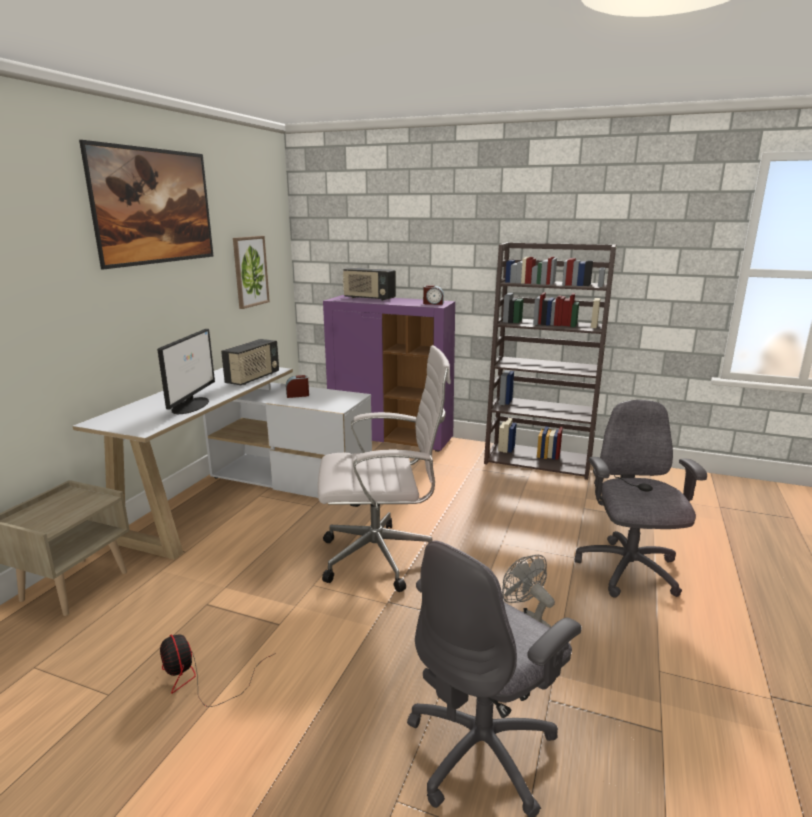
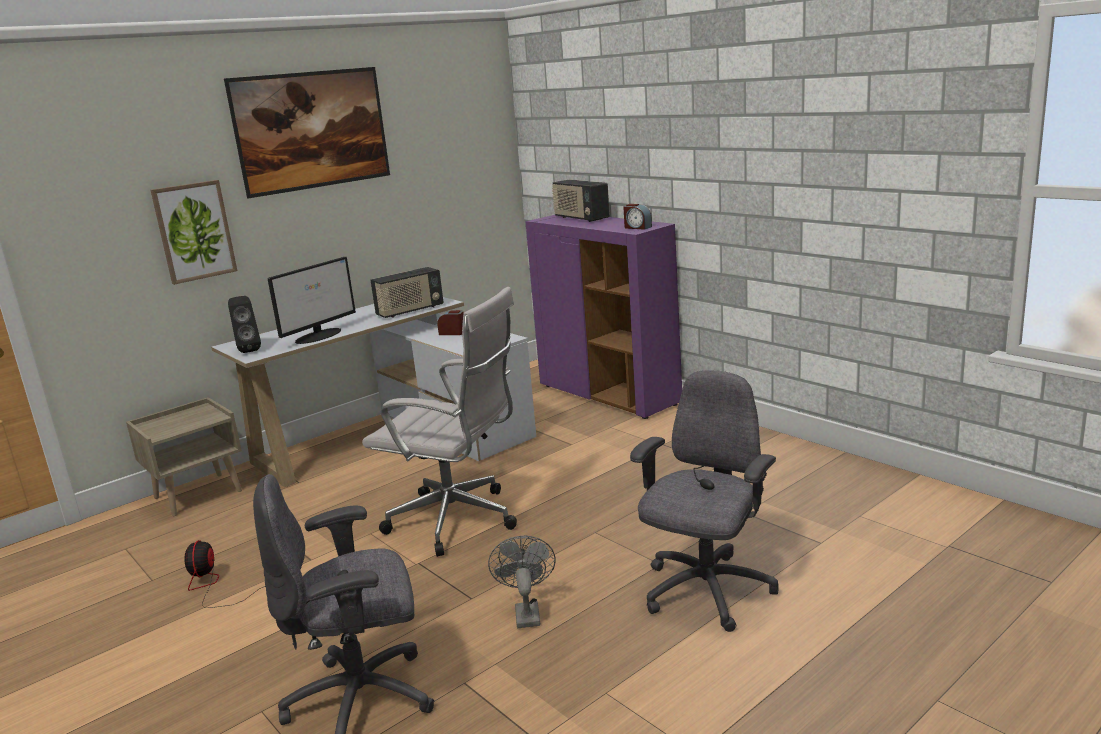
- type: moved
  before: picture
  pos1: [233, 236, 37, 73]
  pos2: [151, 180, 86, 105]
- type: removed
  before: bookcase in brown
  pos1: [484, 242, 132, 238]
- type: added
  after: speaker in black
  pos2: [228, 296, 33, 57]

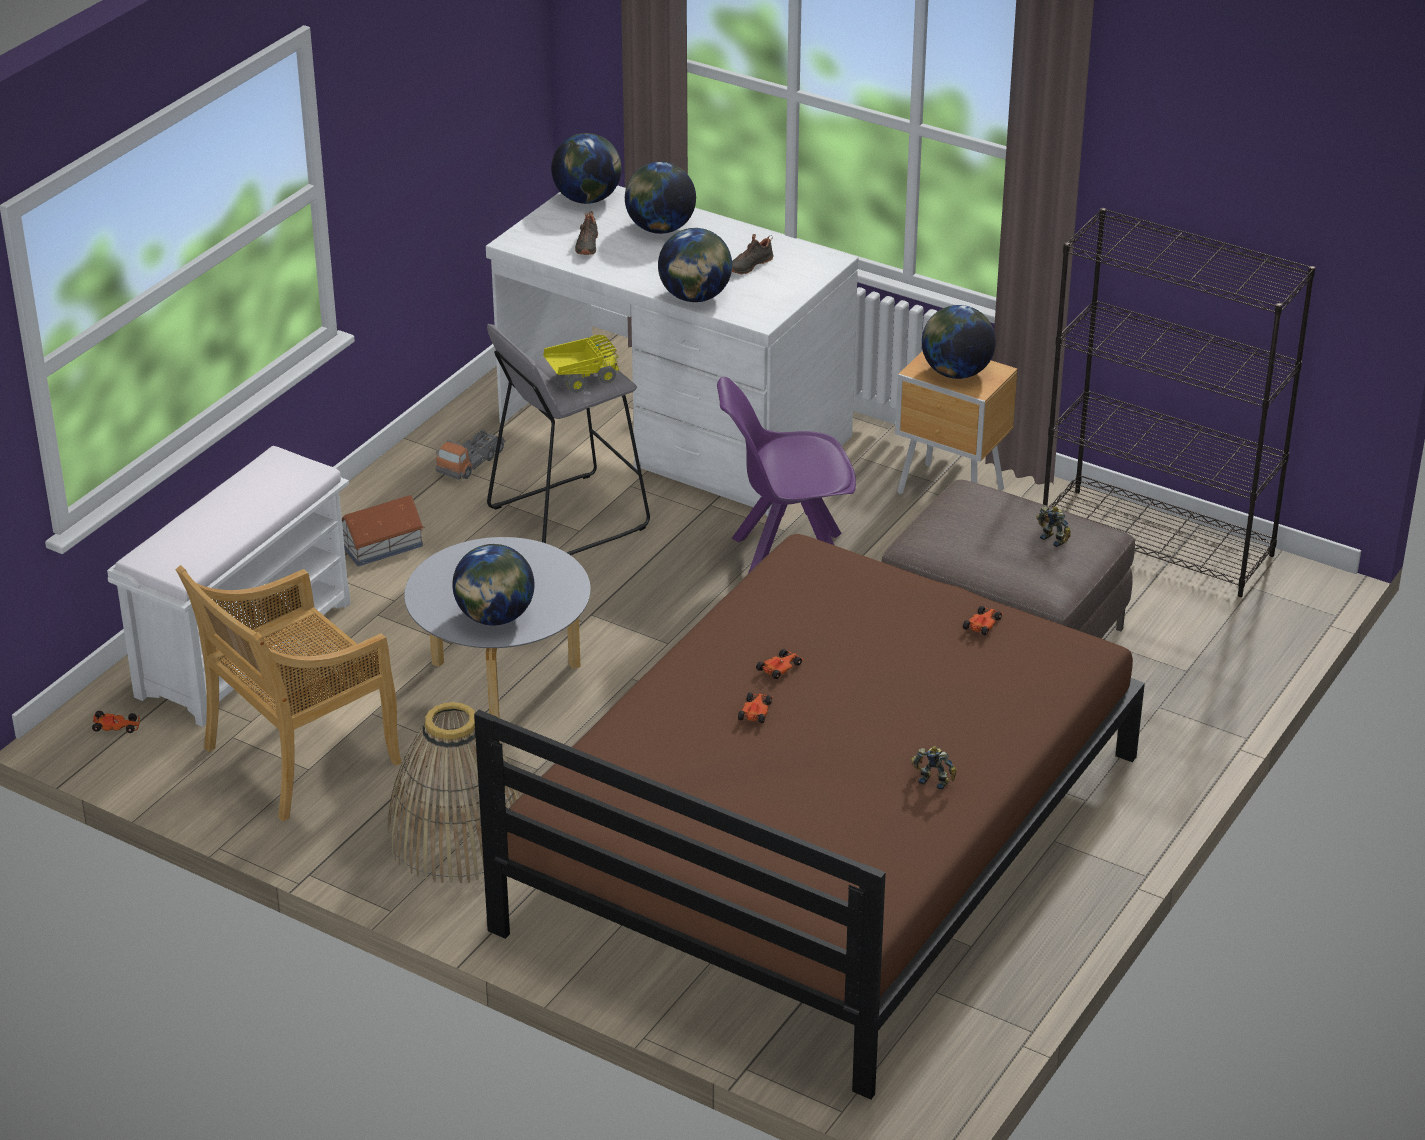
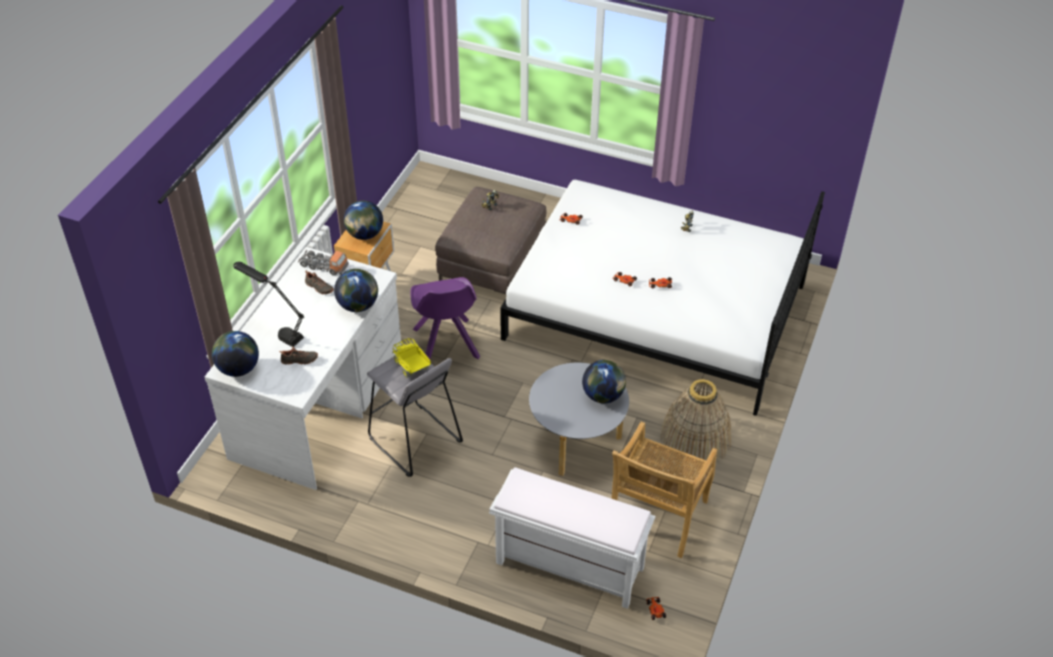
- type: replaced
  before: globe
  after: table lamp in black
  pos1: [625, 162, 71, 72]
  pos2: [233, 262, 71, 85]
- type: removed
  before: bookcase in black
  pos1: [1043, 208, 272, 389]
- type: moved
  before: toy truck
  pos1: [435, 430, 71, 50]
  pos2: [298, 250, 51, 26]
- type: removed
  before: toy house
  pos1: [342, 495, 82, 71]
- type: recoloured
  before: bed in brown
  after: bed in white
  pos1: [474, 534, 671, 566]
  pos2: [500, 180, 325, 236]
- type: turned
  before: chair in beige
  pos1: [176, 565, 226, 256]
  pos2: [611, 422, 106, 136]
  turn: 75

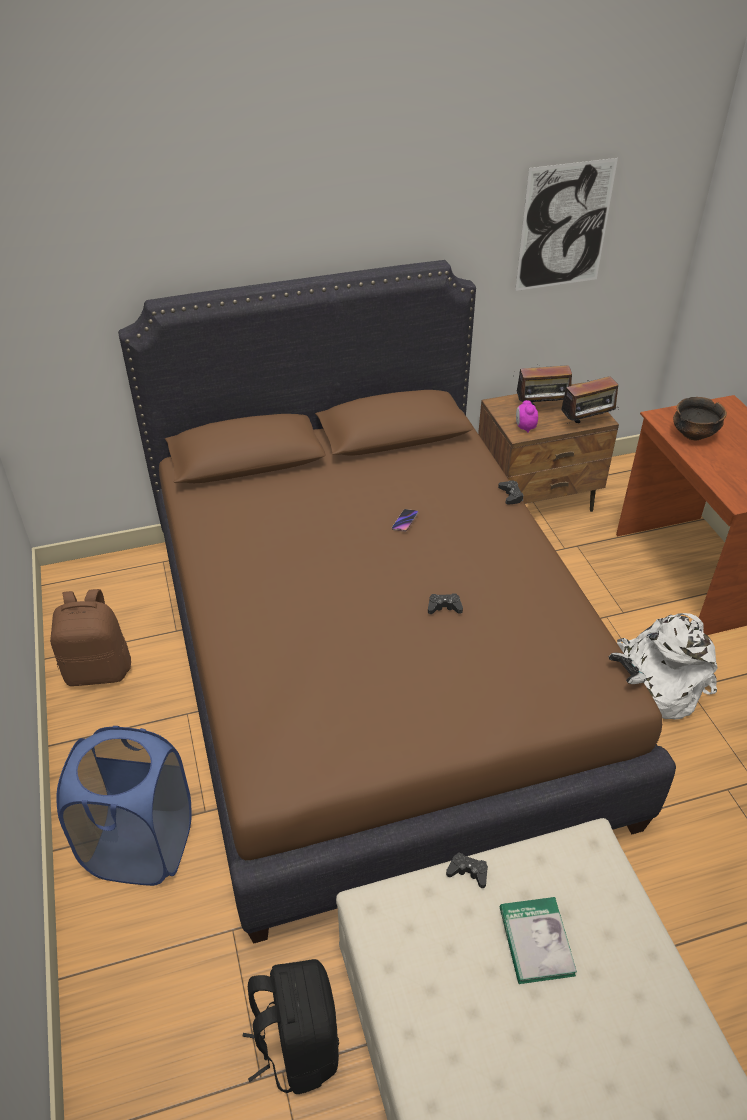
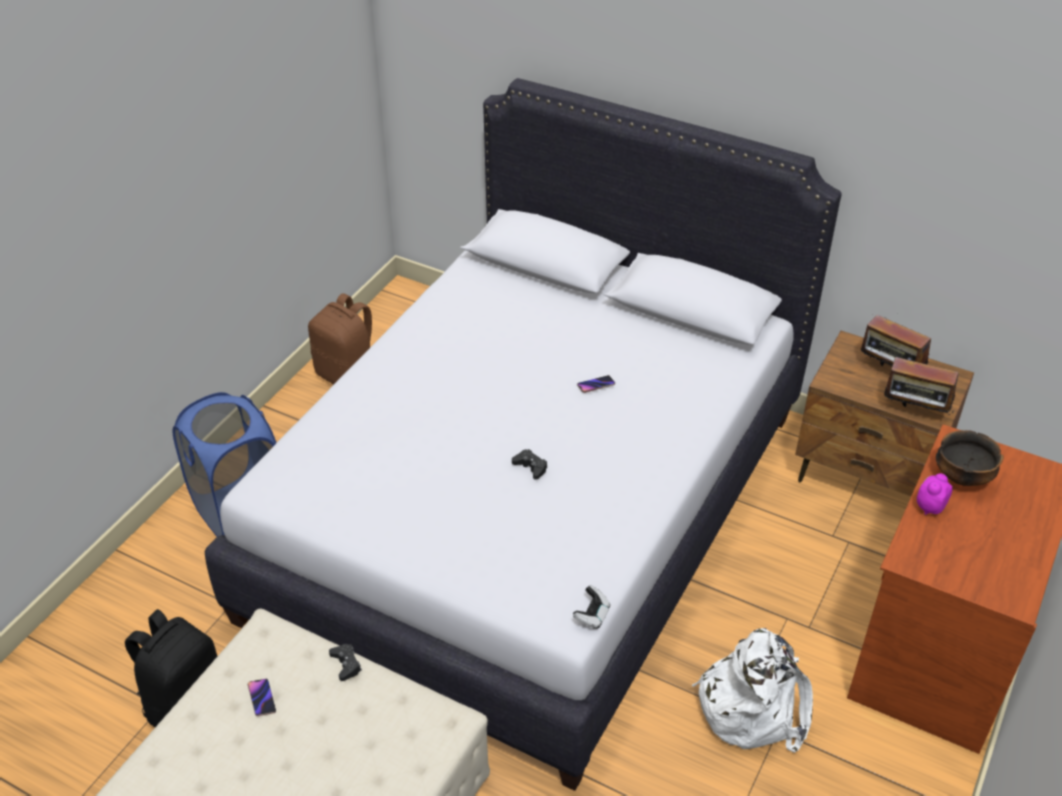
- type: removed
  before: picture
  pos1: [515, 158, 103, 133]
- type: recoloured
  before: bed in brown
  after: bed in white
  pos1: [118, 260, 558, 684]
  pos2: [205, 78, 637, 713]
- type: moved
  before: alarm clock
  pos1: [516, 400, 22, 33]
  pos2: [917, 473, 36, 42]
- type: removed
  before: game controller in black
  pos1: [498, 480, 26, 25]
- type: removed
  before: book
  pos1: [499, 897, 78, 87]
- type: added
  after: phone
  pos2: [248, 679, 28, 37]

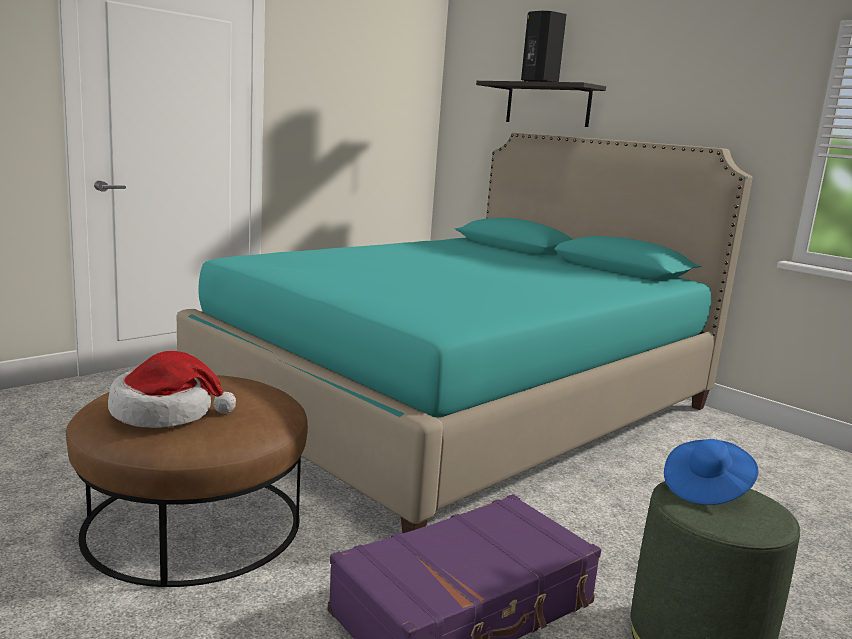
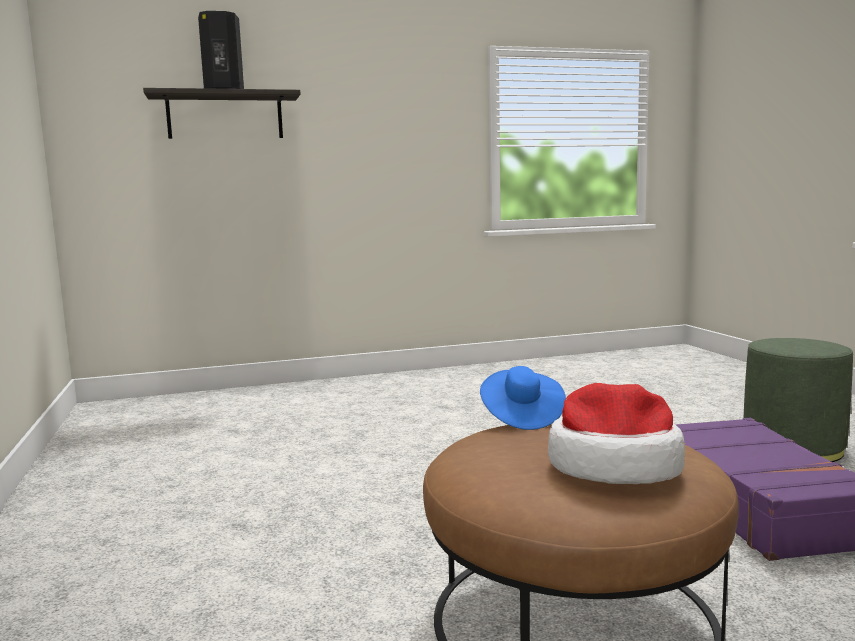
- type: removed
  before: bed in turquoise
  pos1: [177, 132, 575, 402]
- type: moved
  before: hat in blue
  pos1: [664, 439, 95, 66]
  pos2: [480, 366, 86, 64]

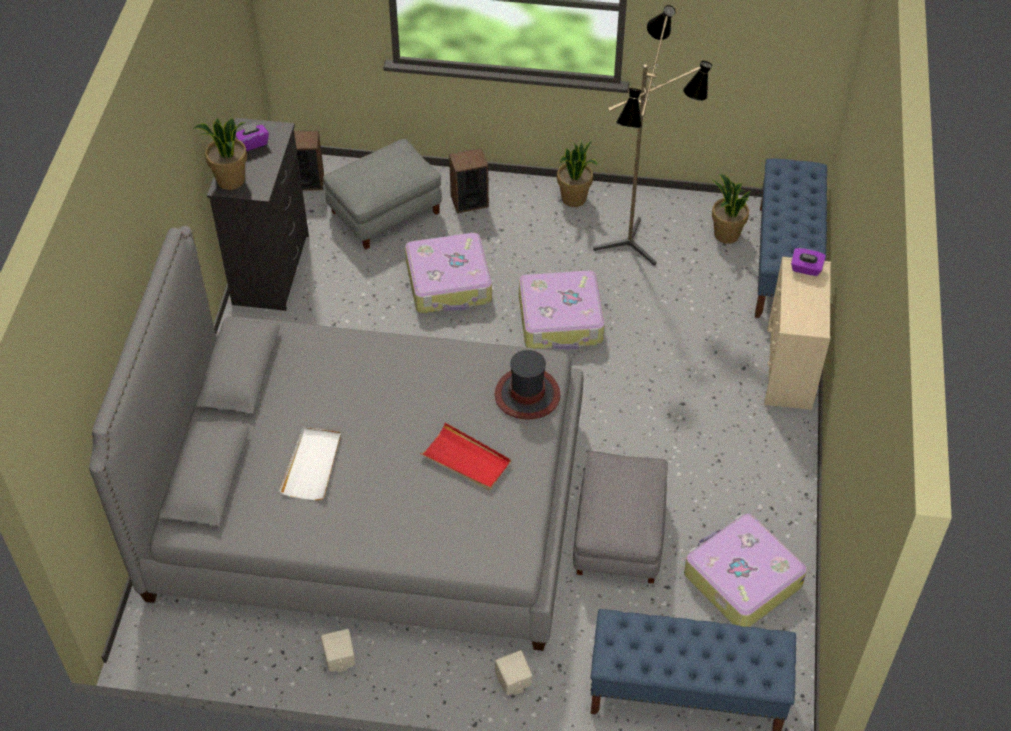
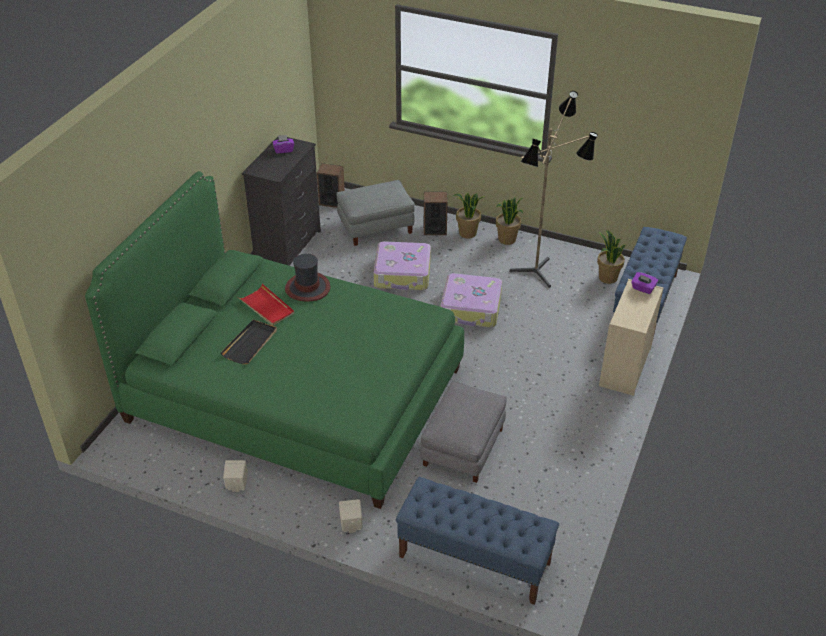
- type: moved
  before: potted plant
  pos1: [193, 117, 54, 73]
  pos2: [453, 192, 30, 47]
- type: recoloured
  before: bed in grey
  after: bed in green
  pos1: [89, 226, 494, 425]
  pos2: [85, 171, 379, 338]
- type: moved
  before: hat
  pos1: [495, 350, 65, 69]
  pos2: [285, 254, 45, 48]
- type: moved
  before: tray in red
  pos1: [420, 422, 91, 68]
  pos2: [238, 284, 57, 42]
- type: recoloured
  before: tray in white
  after: tray in black
  pos1: [279, 427, 62, 73]
  pos2: [221, 320, 56, 44]
- type: removed
  before: suitcase
  pos1: [684, 514, 123, 113]

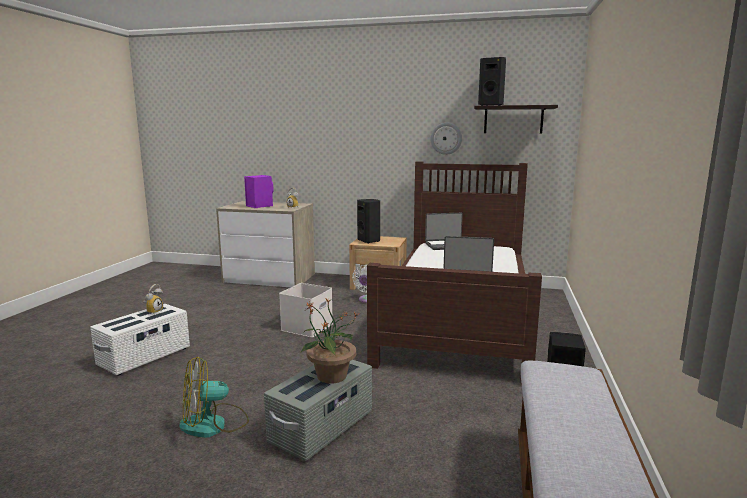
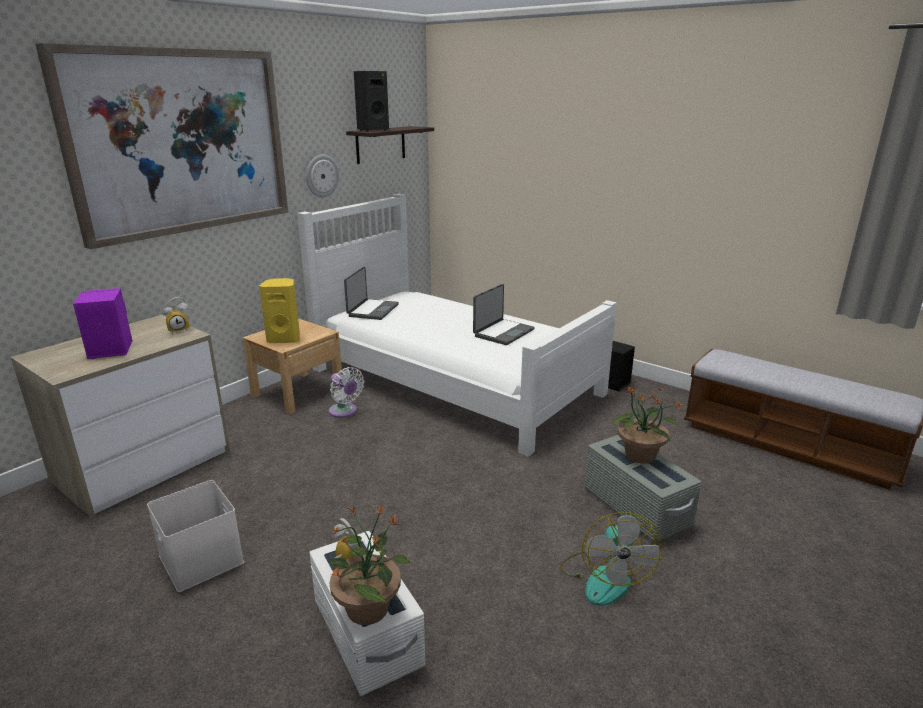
- type: recoloured
  before: bed in brown
  after: bed in white
  pos1: [367, 162, 175, 223]
  pos2: [297, 194, 320, 263]
- type: recoloured
  before: speaker in black
  after: speaker in yellow
  pos1: [357, 199, 23, 44]
  pos2: [259, 278, 41, 65]
- type: moved
  before: storage box in white
  pos1: [279, 283, 54, 54]
  pos2: [147, 480, 97, 112]
- type: added
  after: picture
  pos2: [35, 43, 253, 206]
- type: added
  after: potted plant
  pos2: [330, 505, 81, 120]

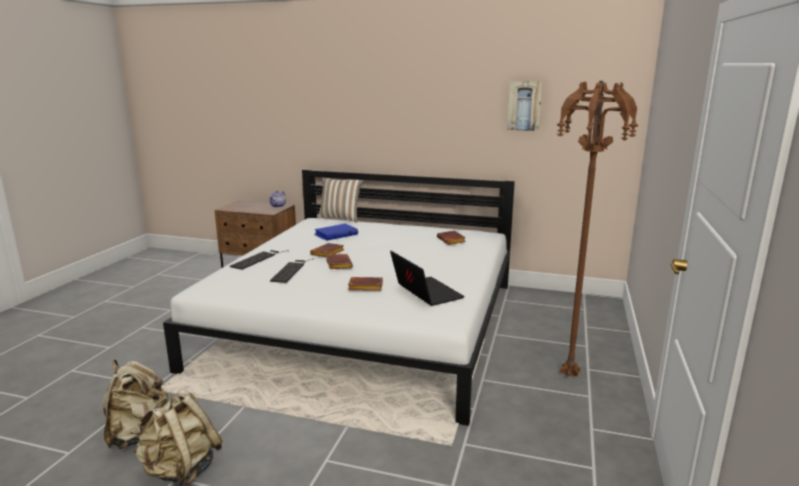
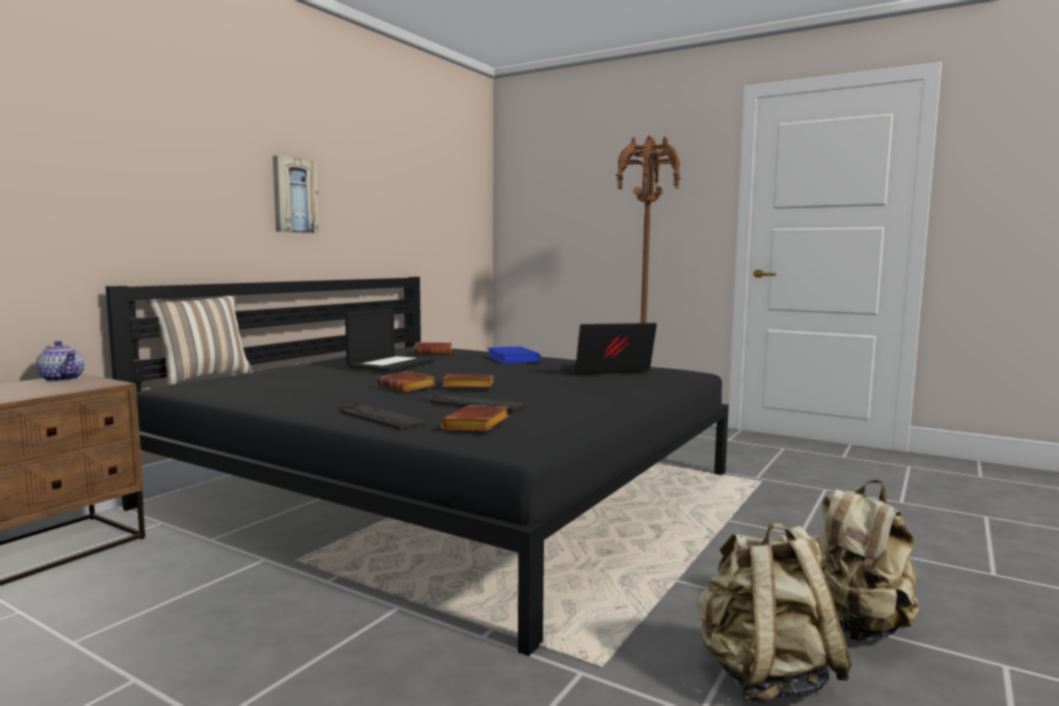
- type: moved
  before: picture
  pos1: [507, 81, 36, 50]
  pos2: [273, 155, 46, 78]
- type: recoloured
  before: bed in white
  after: bed in black
  pos1: [163, 169, 352, 257]
  pos2: [106, 277, 623, 379]
- type: moved
  before: book in blue
  pos1: [314, 224, 44, 17]
  pos2: [487, 346, 54, 18]
- type: moved
  before: book in brown
  pos1: [348, 277, 35, 14]
  pos2: [441, 406, 68, 25]
- type: added
  after: laptop
  pos2: [345, 308, 89, 64]

